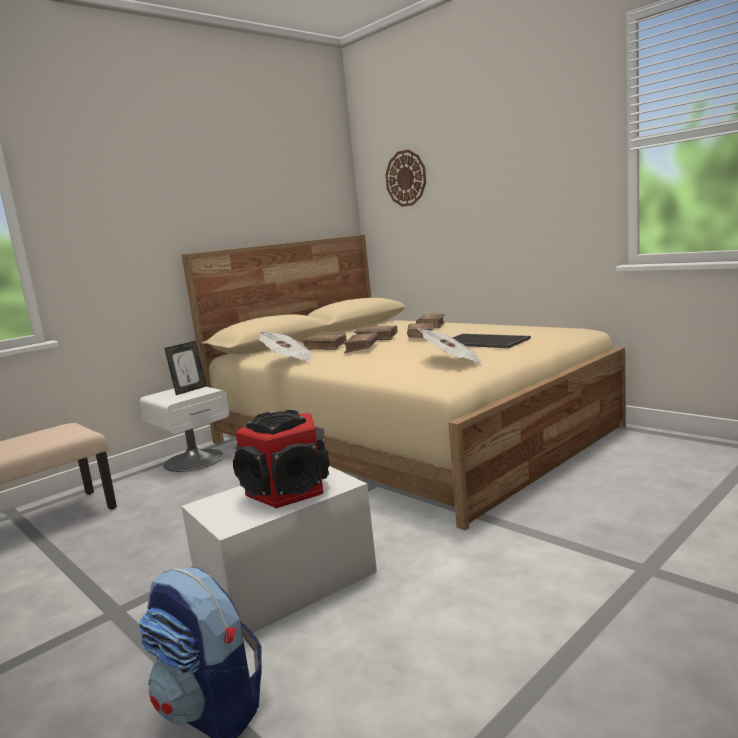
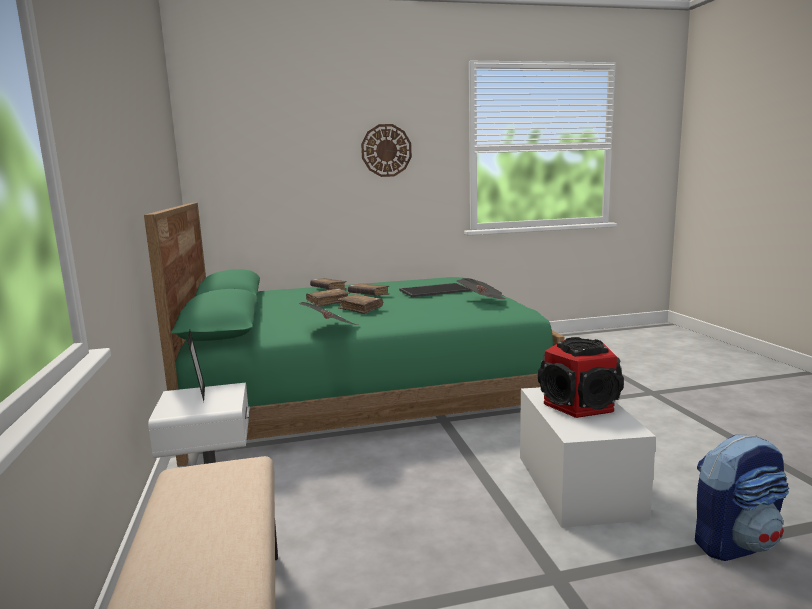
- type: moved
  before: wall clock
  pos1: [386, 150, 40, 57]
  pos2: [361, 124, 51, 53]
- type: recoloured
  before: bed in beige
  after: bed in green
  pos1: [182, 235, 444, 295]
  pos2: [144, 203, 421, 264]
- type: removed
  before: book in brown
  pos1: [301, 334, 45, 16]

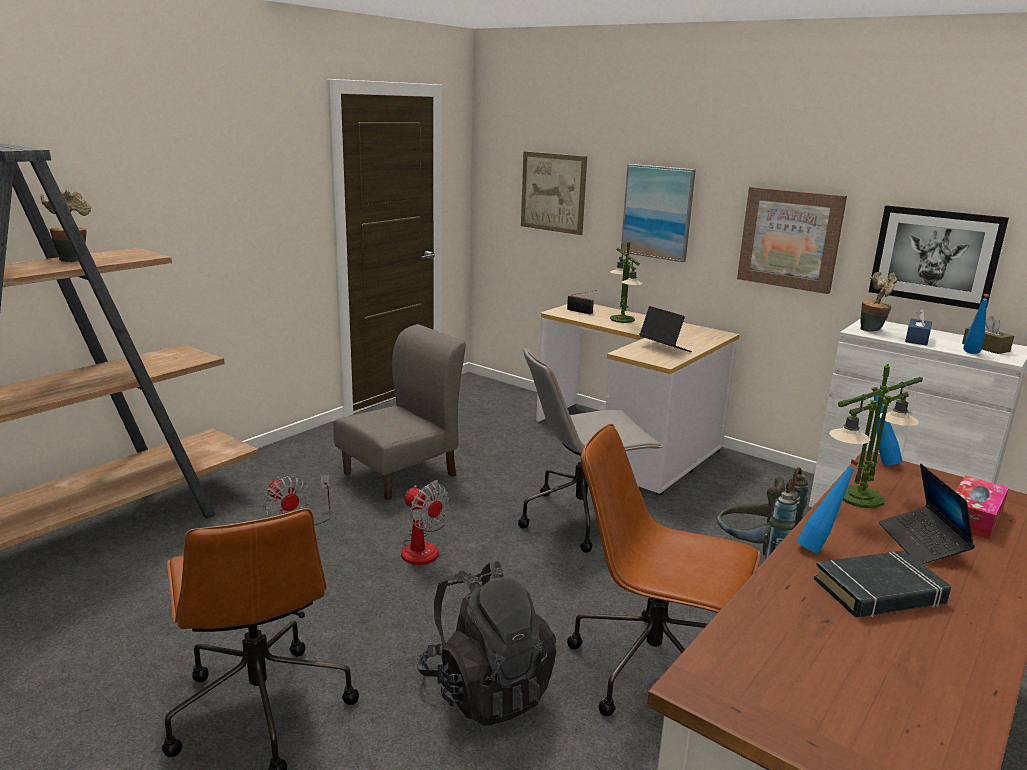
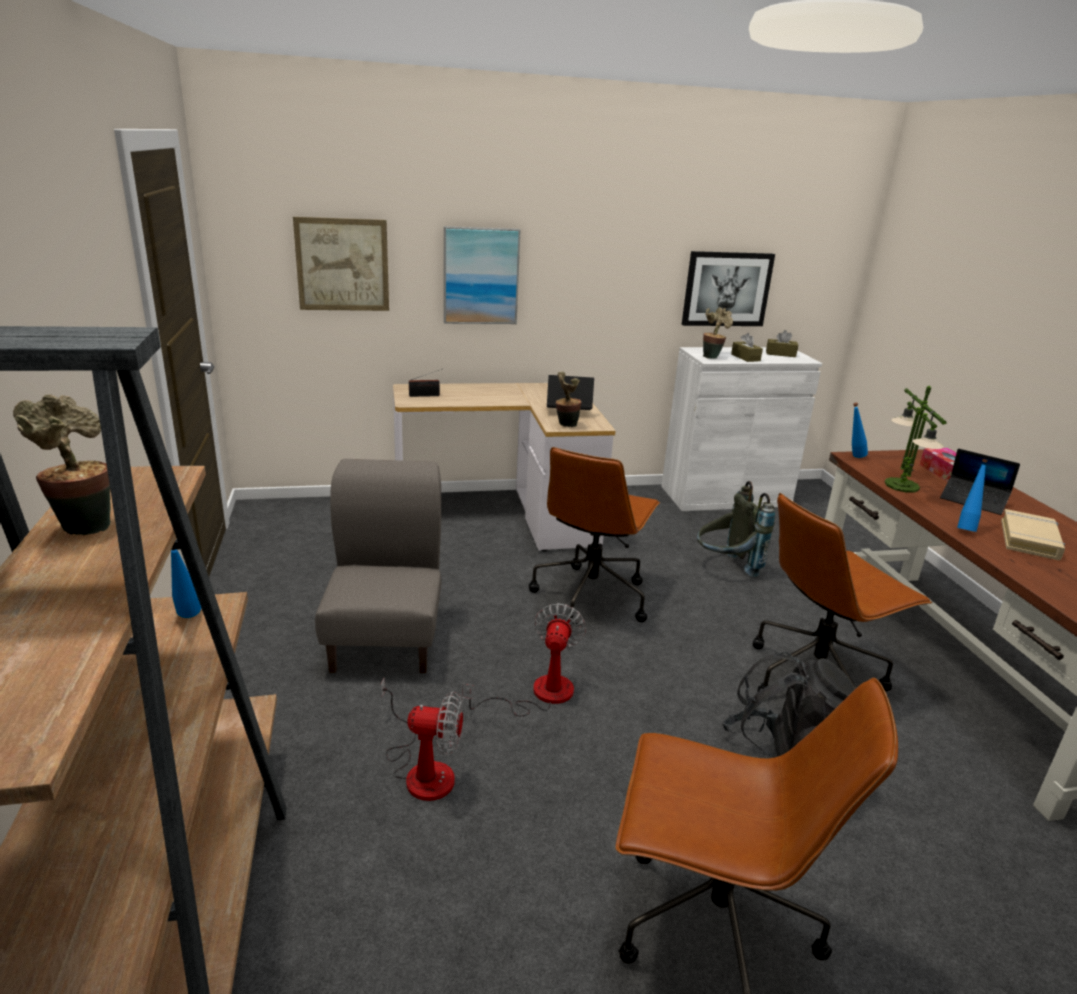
- type: removed
  before: picture
  pos1: [737, 187, 110, 107]
- type: removed
  before: table lamp
  pos1: [610, 242, 33, 81]
- type: moved
  before: bottle in blue
  pos1: [963, 294, 26, 60]
  pos2: [171, 550, 30, 68]
- type: recoloured
  before: tissue box in blue
  after: tissue box in brown
  pos1: [905, 308, 27, 38]
  pos2: [731, 333, 32, 29]
- type: recoloured
  before: office chair in grey
  after: office chair in brown
  pos1: [518, 346, 145, 207]
  pos2: [529, 447, 131, 179]
- type: turned
  before: fan
  pos1: [401, 480, 48, 85]
  pos2: [462, 603, 124, 113]
  turn: -75
- type: recoloured
  before: book in black
  after: book in beige
  pos1: [814, 550, 137, 67]
  pos2: [1001, 509, 64, 51]
- type: added
  after: potted plant
  pos2: [556, 372, 25, 55]

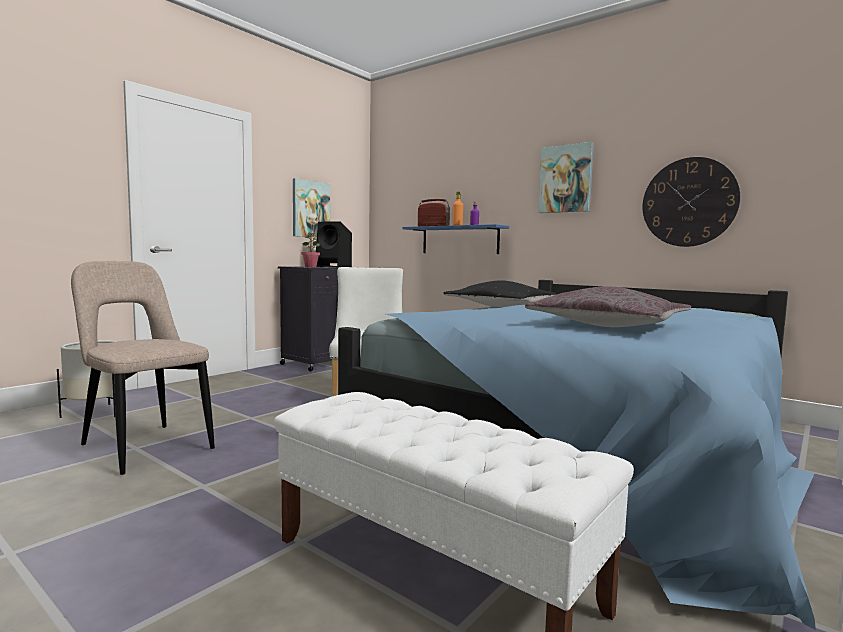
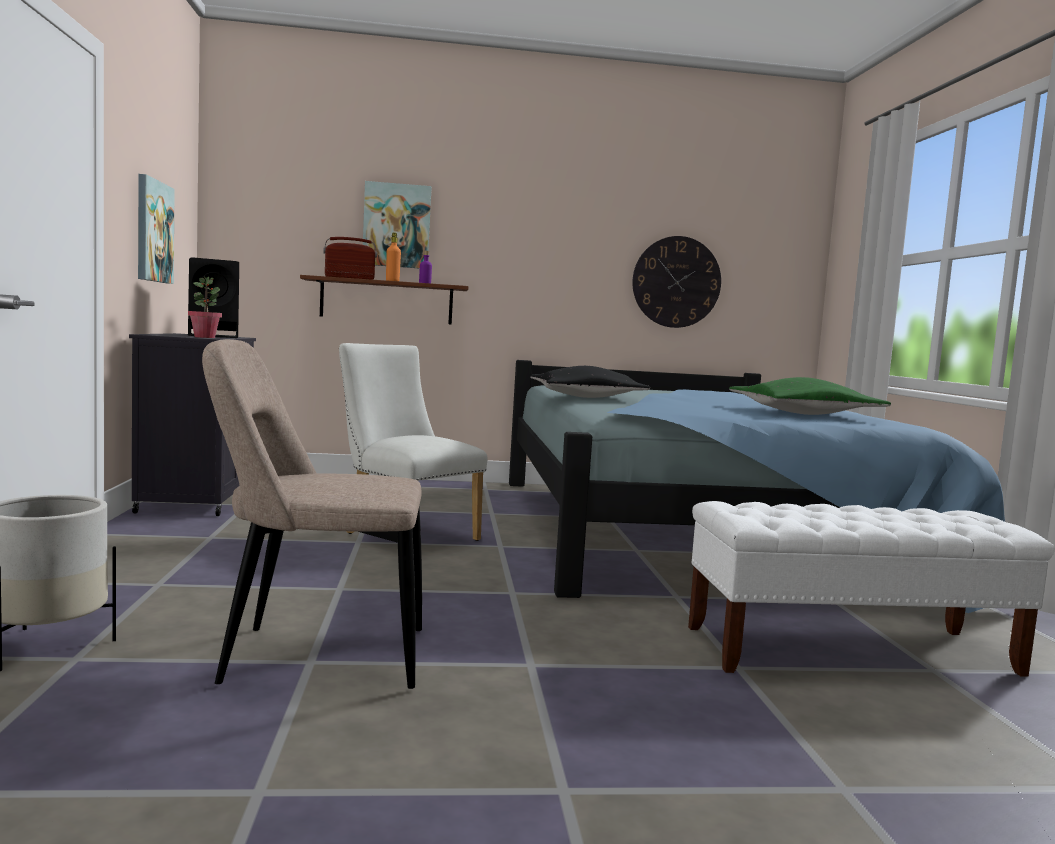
- type: moved
  before: picture
  pos1: [538, 142, 56, 71]
  pos2: [363, 181, 68, 88]
- type: recoloured
  before: shelf in blue
  after: shelf in brown
  pos1: [402, 224, 107, 30]
  pos2: [300, 275, 168, 49]
- type: recoloured
  before: pillow in grey
  after: pillow in green
  pos1: [525, 286, 166, 41]
  pos2: [729, 377, 162, 38]

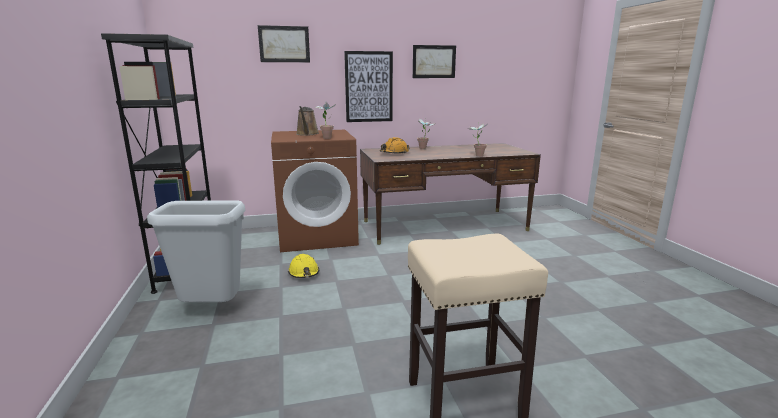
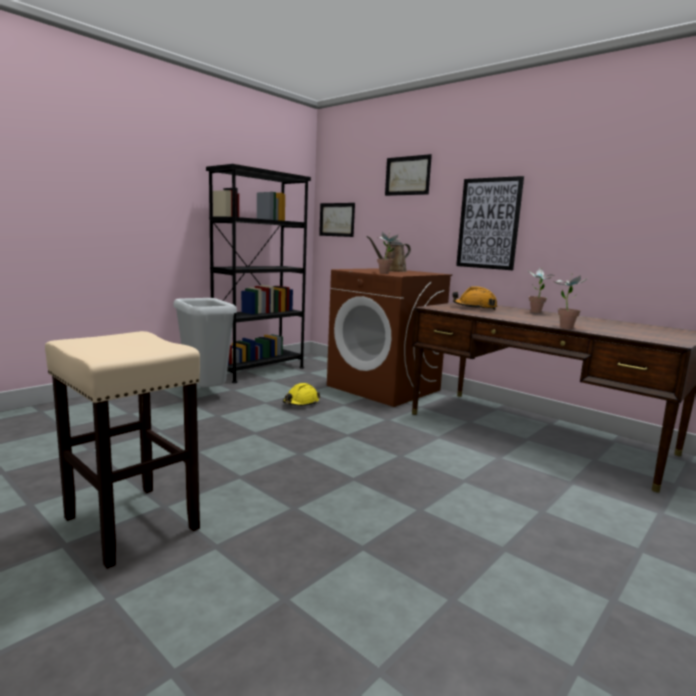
- type: moved
  before: picture
  pos1: [413, 45, 43, 33]
  pos2: [319, 203, 36, 34]

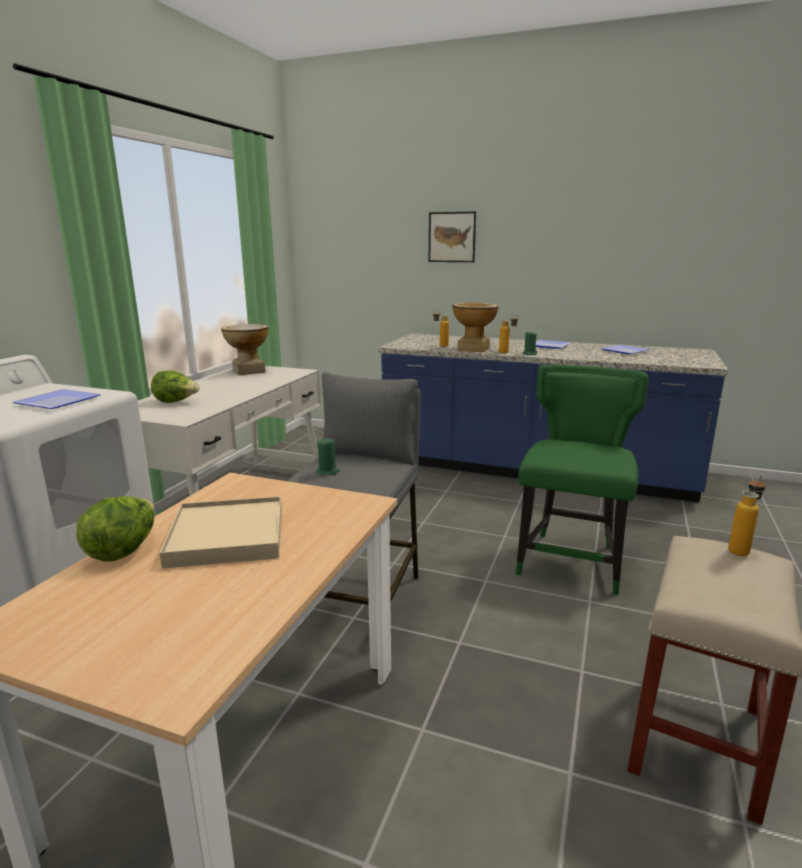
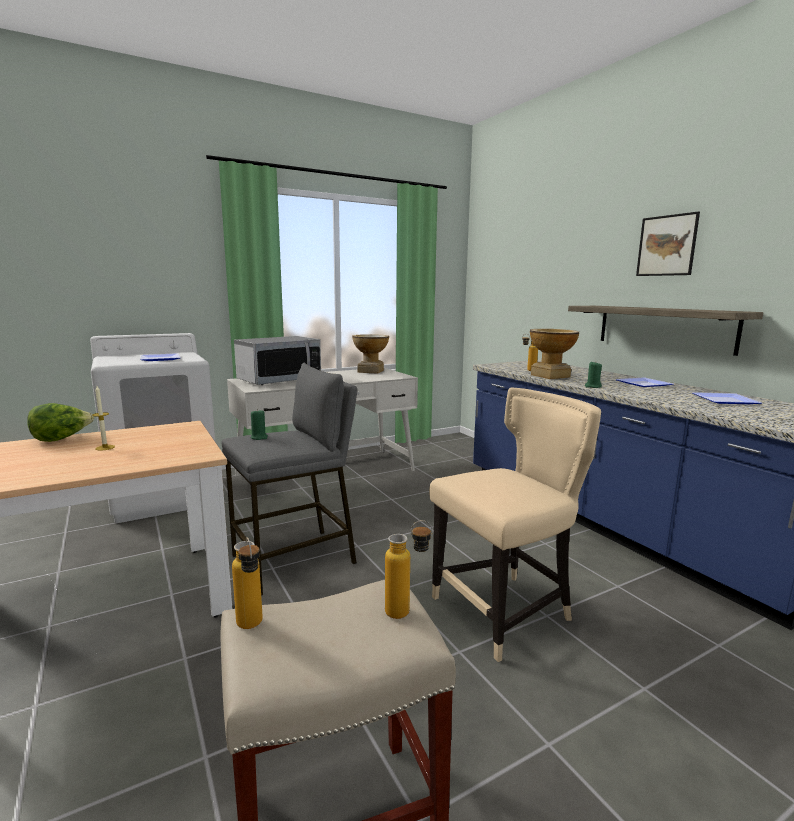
- type: moved
  before: picture
  pos1: [429, 212, 47, 50]
  pos2: [636, 212, 64, 64]
- type: moved
  before: bottle
  pos1: [499, 314, 19, 39]
  pos2: [232, 537, 31, 92]
- type: recoloured
  before: chair in green
  after: chair in beige
  pos1: [516, 365, 133, 230]
  pos2: [429, 387, 172, 275]
- type: replaced
  before: lettuce
  after: microwave
  pos1: [151, 370, 49, 33]
  pos2: [234, 336, 87, 49]
- type: replaced
  before: tray in beige
  after: candle
  pos1: [159, 496, 123, 73]
  pos2: [92, 386, 23, 65]
- type: added
  after: shelf
  pos2: [568, 306, 195, 50]

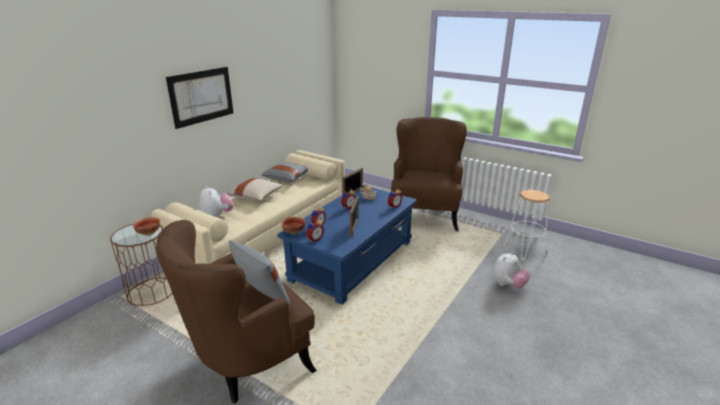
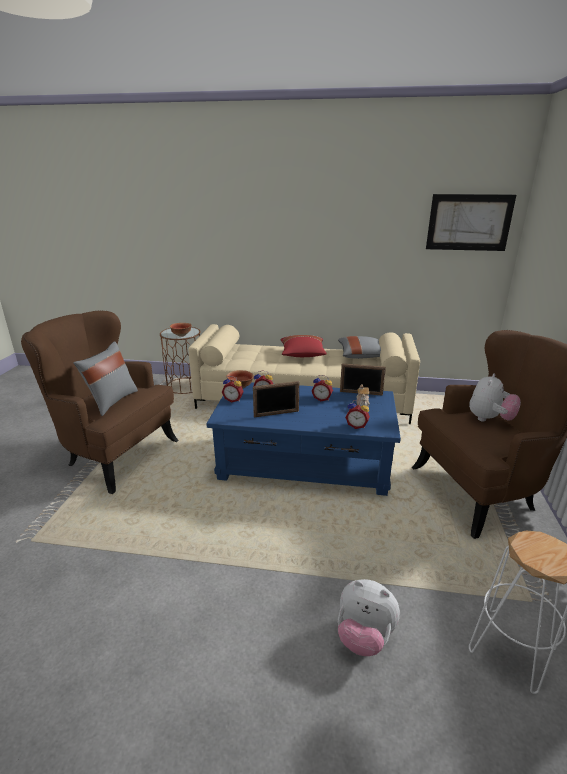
- type: moved
  before: picture
  pos1: [166, 67, 67, 62]
  pos2: [426, 194, 90, 57]
- type: recoloured
  before: pillow in beige
  after: pillow in red
  pos1: [227, 178, 56, 23]
  pos2: [280, 335, 47, 22]
- type: moved
  before: plush toy
  pos1: [199, 186, 35, 31]
  pos2: [469, 373, 52, 49]

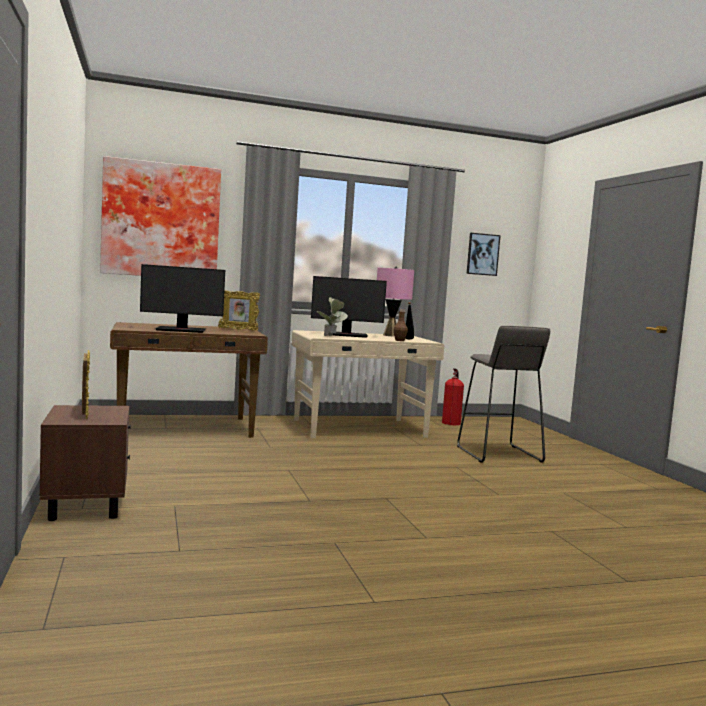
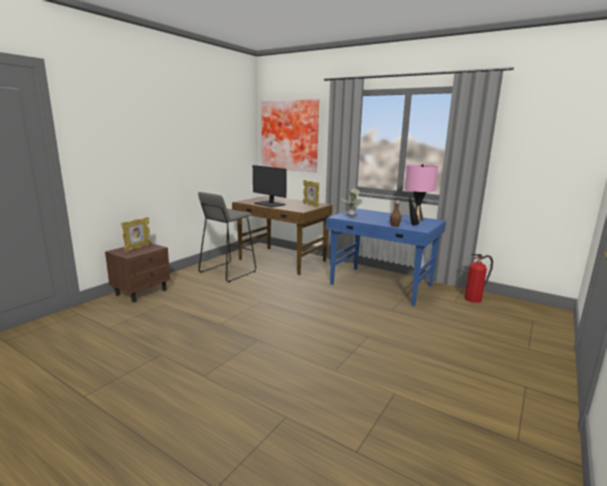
- type: removed
  before: picture
  pos1: [467, 233, 34, 43]
- type: removed
  before: monitor
  pos1: [311, 276, 76, 62]
- type: moved
  before: stool in grey
  pos1: [457, 326, 93, 137]
  pos2: [198, 192, 58, 90]
- type: recoloured
  before: desk in beige
  after: desk in blue
  pos1: [292, 330, 152, 108]
  pos2: [326, 208, 120, 98]

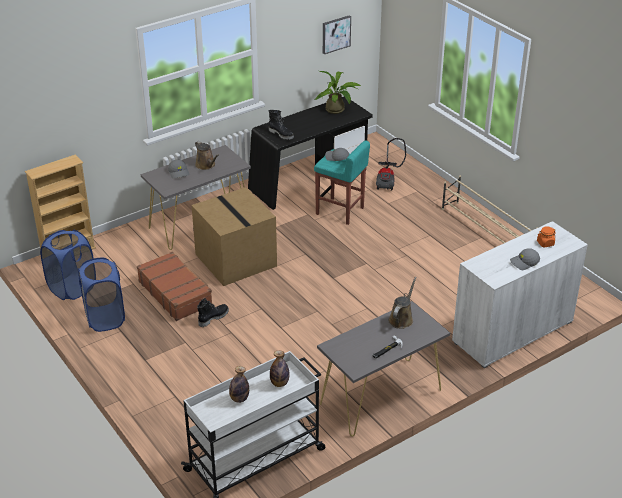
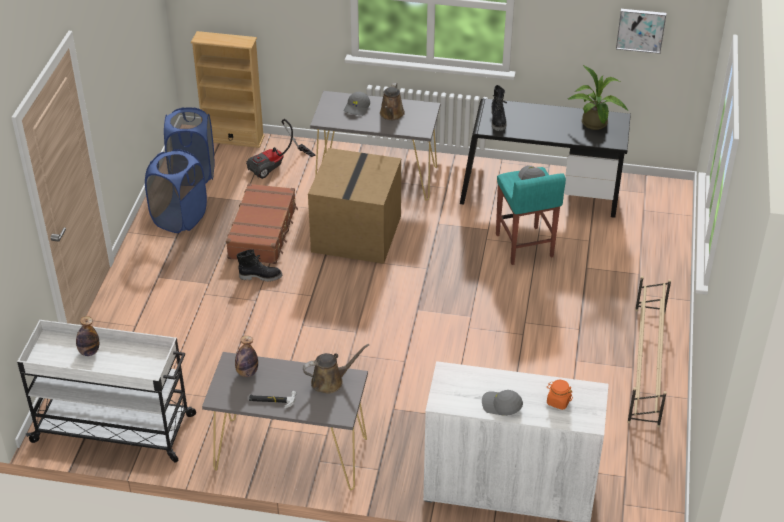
- type: moved
  before: vacuum cleaner
  pos1: [376, 138, 30, 53]
  pos2: [246, 119, 70, 60]
- type: moved
  before: bottle
  pos1: [270, 350, 20, 37]
  pos2: [235, 336, 23, 41]

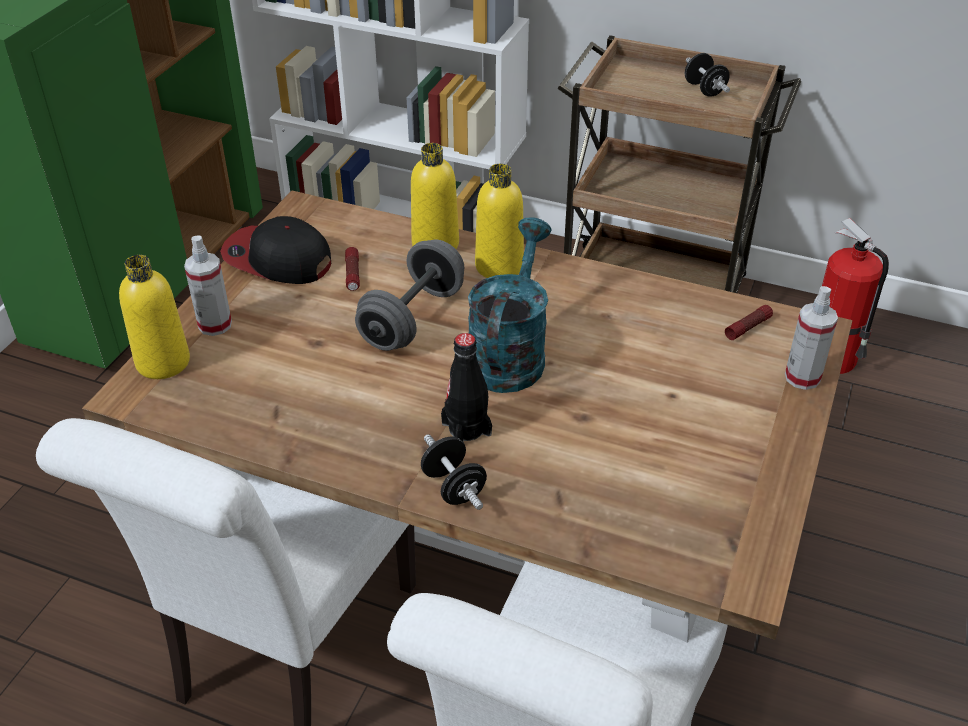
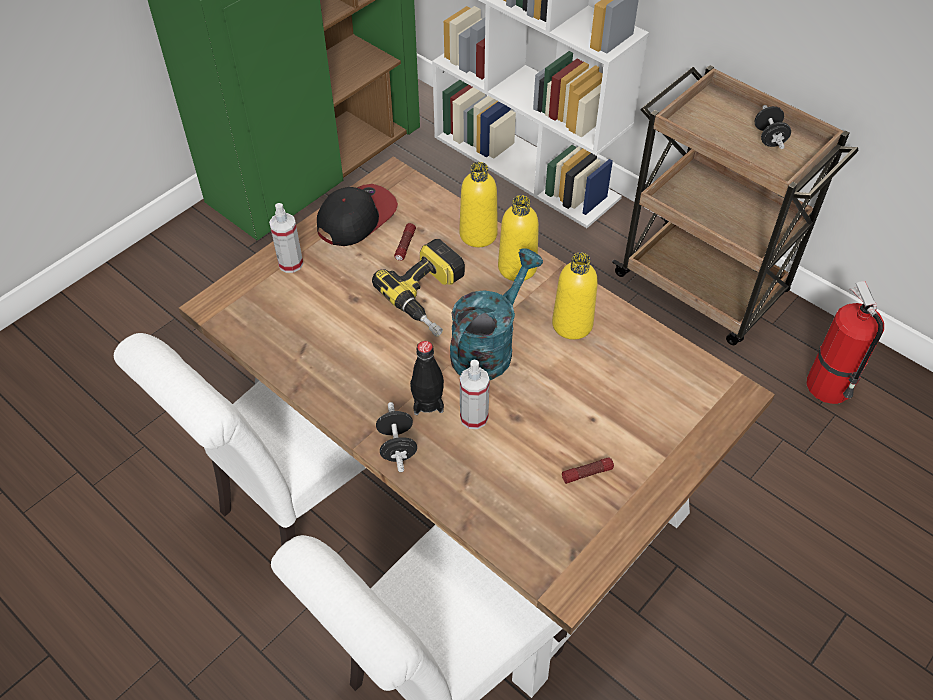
- type: turned
  before: cap
  pos1: [220, 216, 111, 68]
  pos2: [317, 184, 81, 62]
  turn: 90
- type: replaced
  before: dumbbell in grey
  after: power drill
  pos1: [355, 240, 109, 111]
  pos2: [372, 239, 93, 98]
- type: moved
  before: bottle in yellow
  pos1: [119, 255, 71, 124]
  pos2: [552, 252, 46, 88]
- type: moved
  before: spray bottle
  pos1: [785, 286, 53, 104]
  pos2: [460, 360, 30, 69]
- type: moved
  before: flashlight
  pos1: [725, 305, 48, 35]
  pos2: [562, 457, 52, 27]

